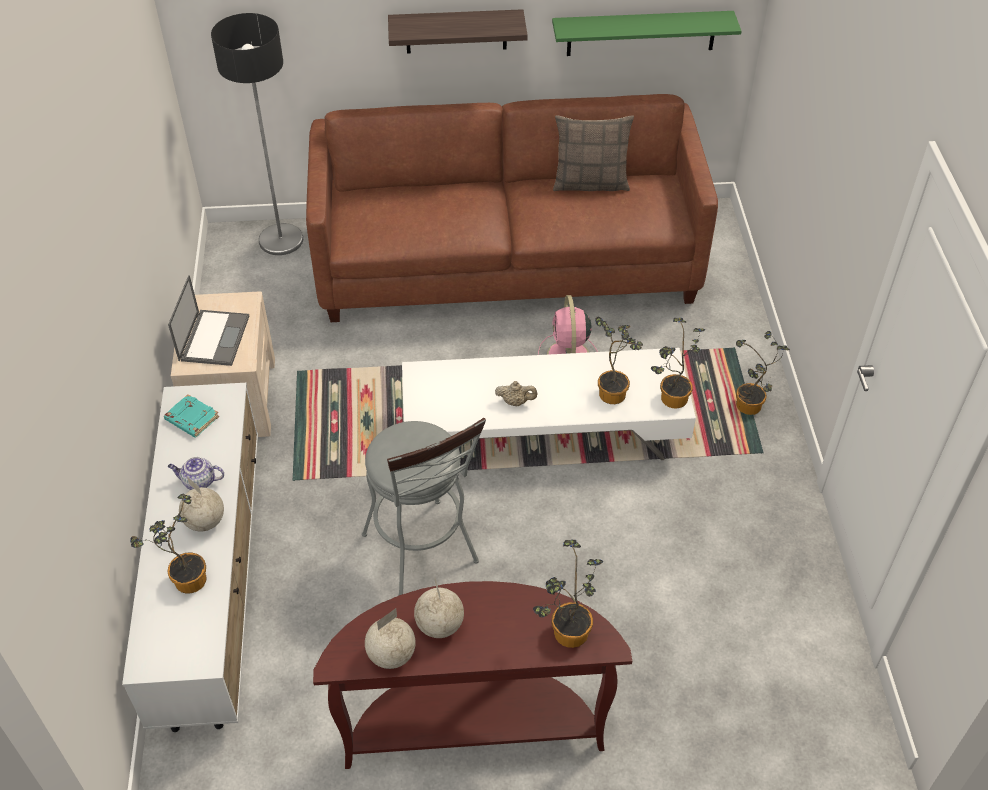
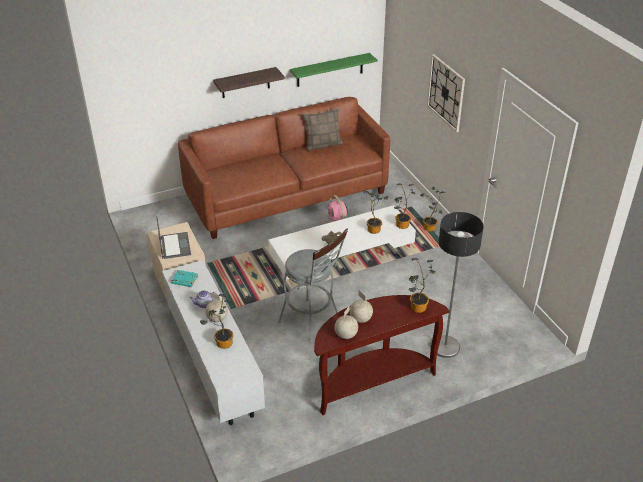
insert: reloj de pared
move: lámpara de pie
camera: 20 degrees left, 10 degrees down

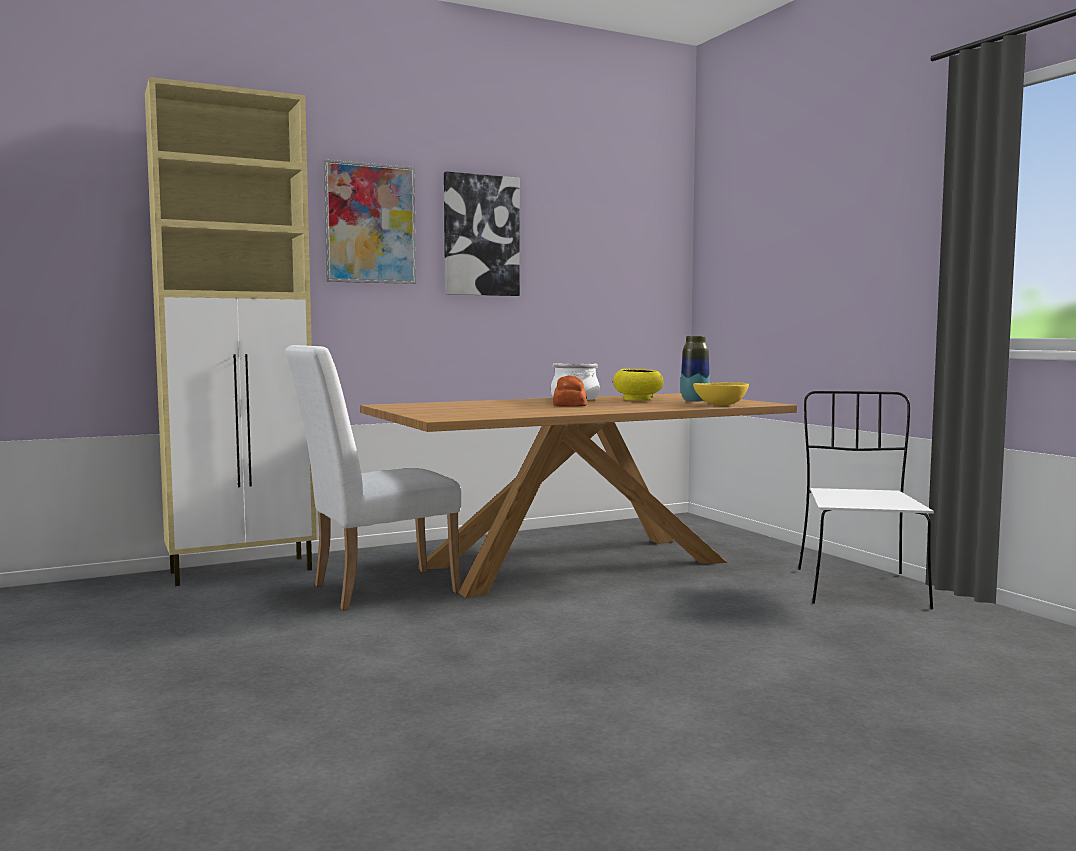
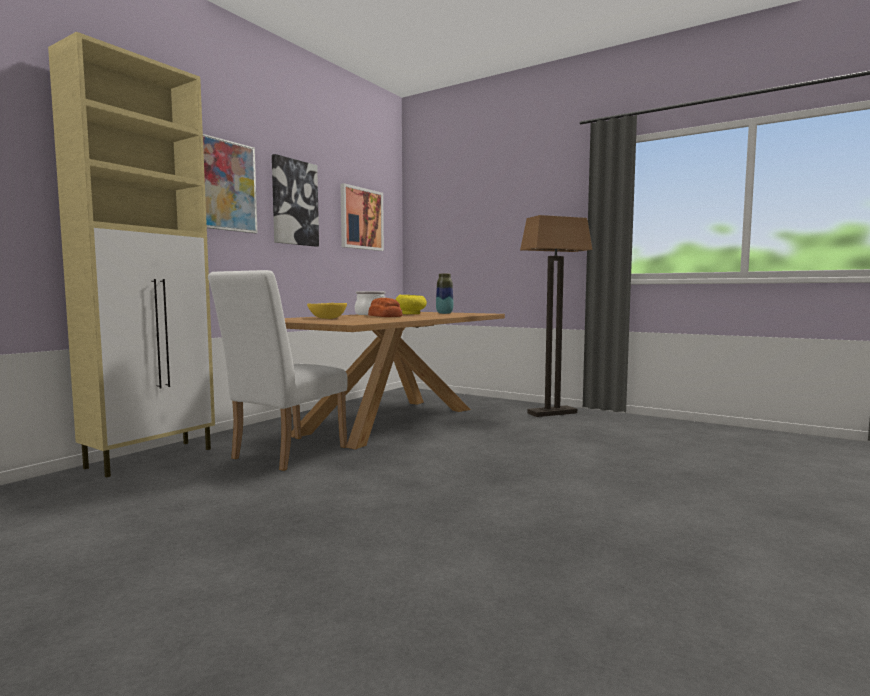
insert: cuadro (3rd from left)
move: cuenco/amarillo (2nd from left in the first image) to cuenco/amarillo (1st from left)
replace: silla/blanco (2nd from left) to lámpara de pie
camera: 30 degrees left, 0 degrees up

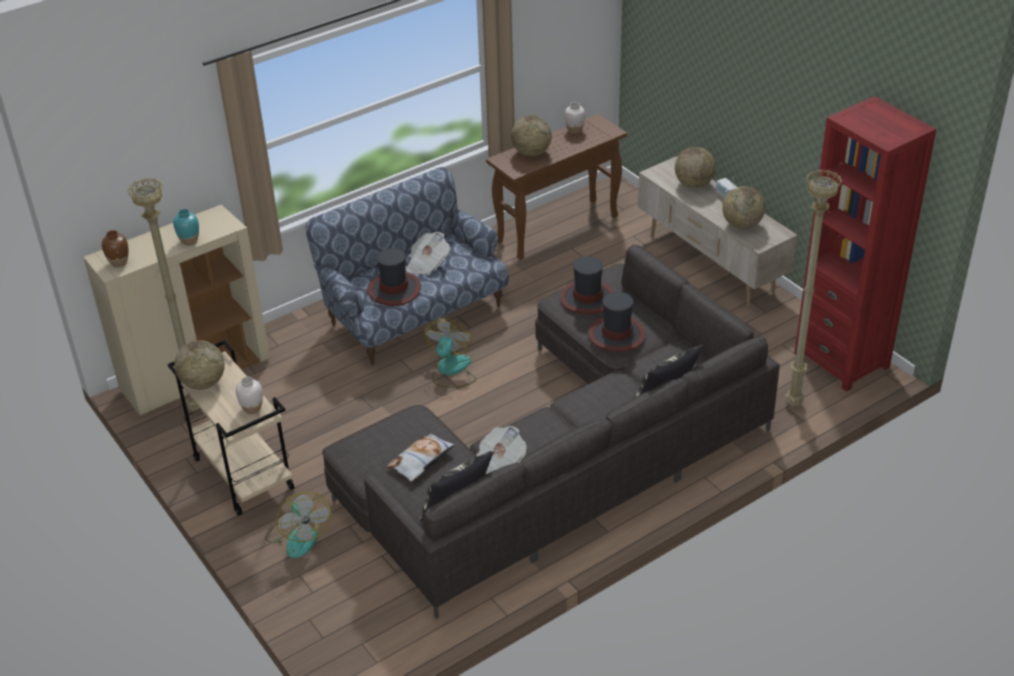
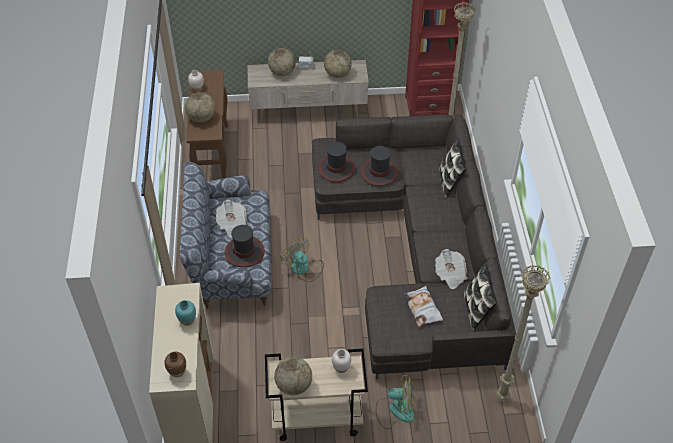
move: lámpara de pie/beis (1st from left in the first image) to lámpara de pie/beis (2nd from left)
camera: 60 degrees left, 10 degrees up

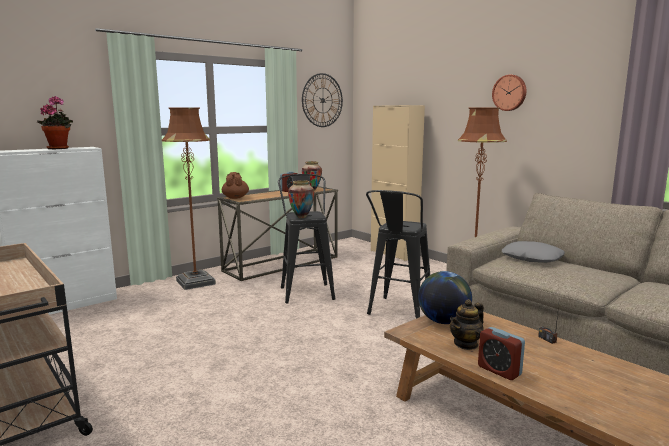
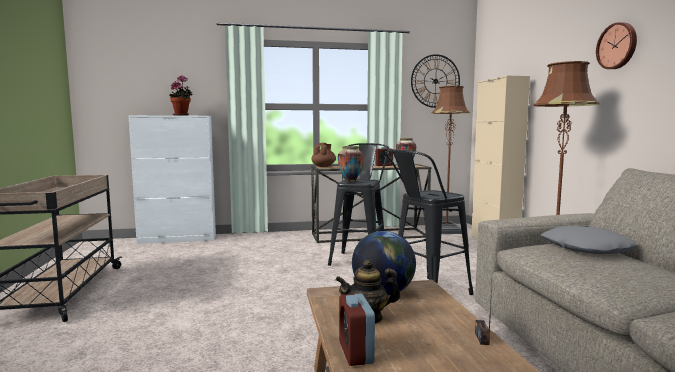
move: lámpara de pie/marrón (1st from left)
camera: 30 degrees right, 5 degrees down

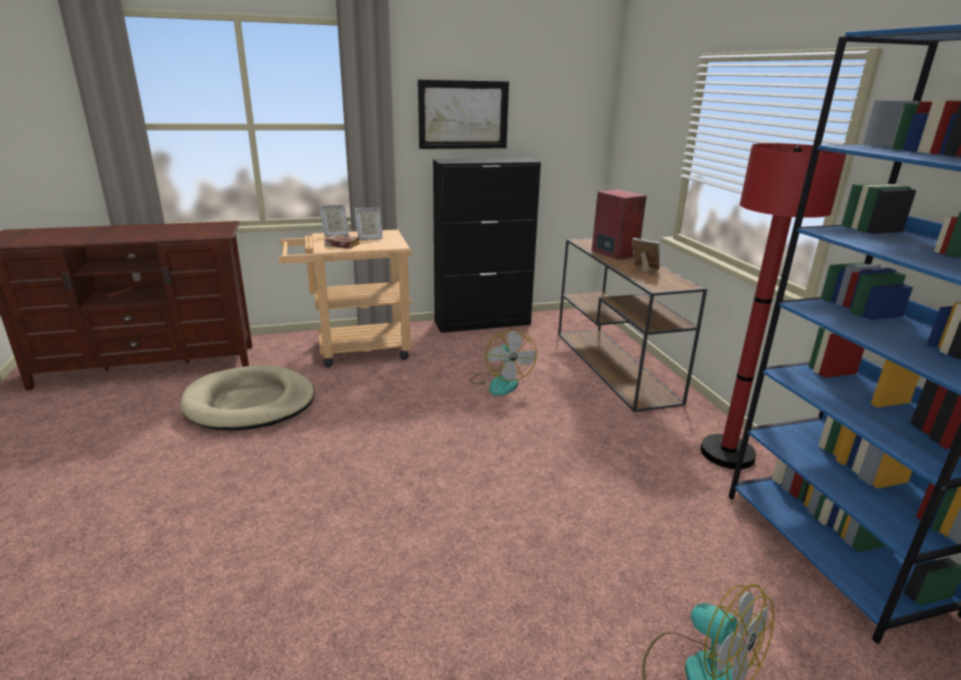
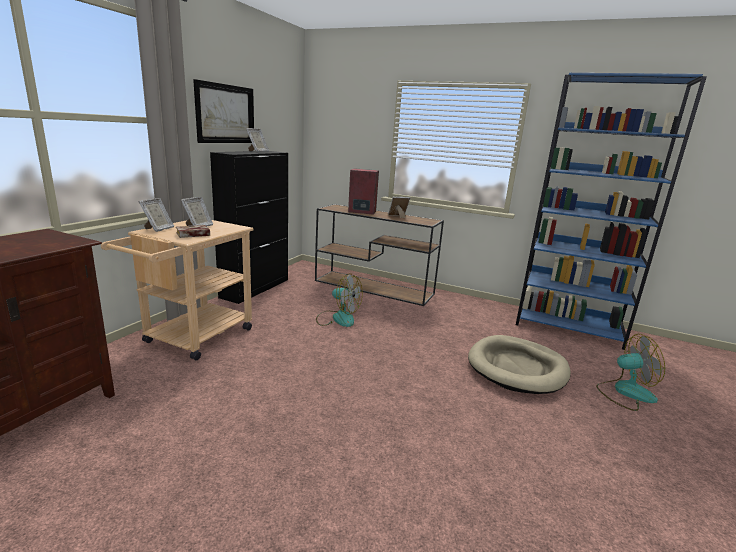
delete: lámpara de pie/rojo
insert: portarretratos (3rd from left)
move: cama para perro/beis
camera: 50 degrees left, 5 degrees down

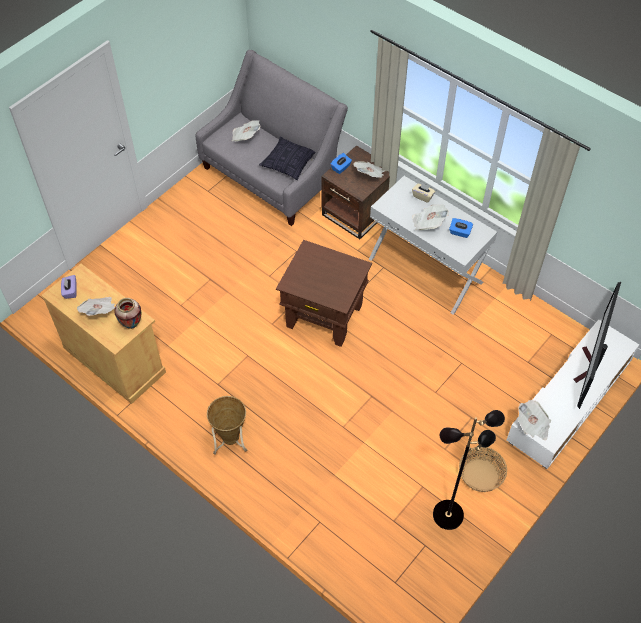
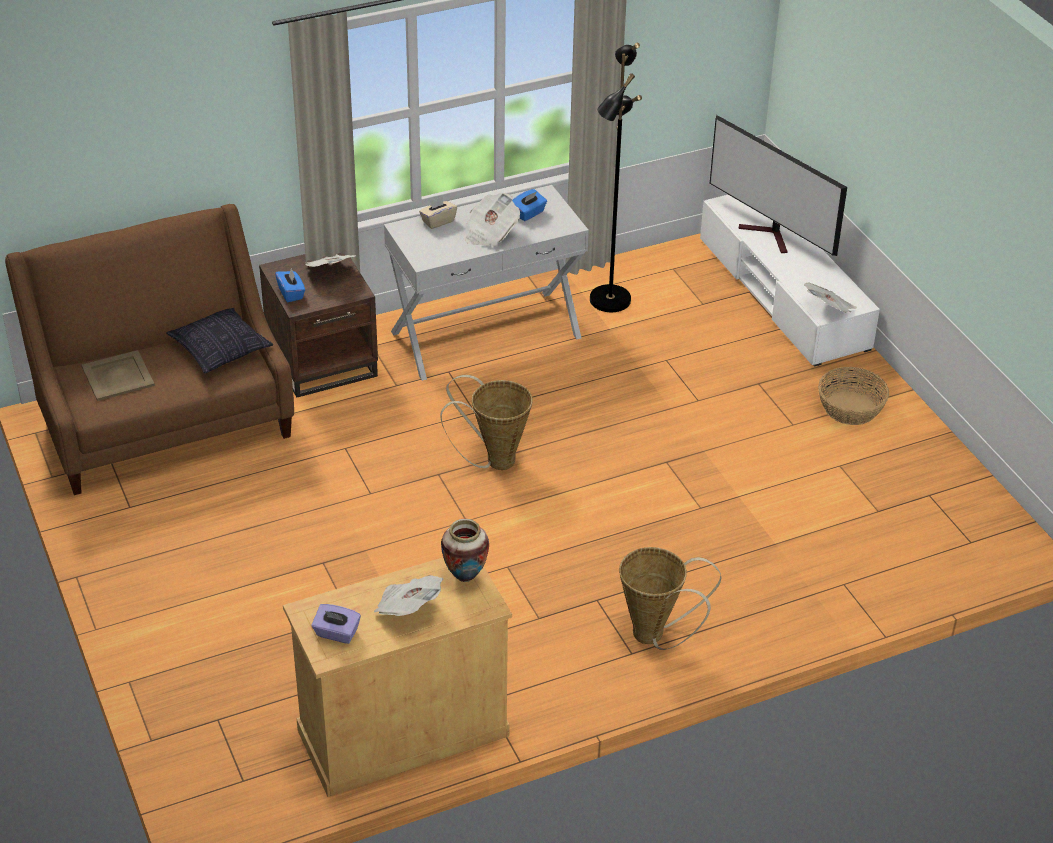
move: lámpara de pie/negro
replace: periódico (2nd from left) to bandeja/beis; mesa auxiliar/marrón (1st from left) to cesta (1st from left)
recolor: sofá/gris to sofá/marrón
camera: 65 degrees left, 15 degrees down

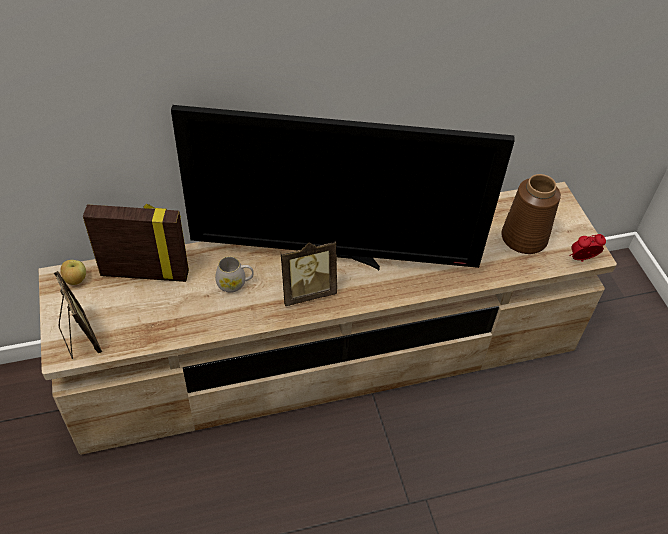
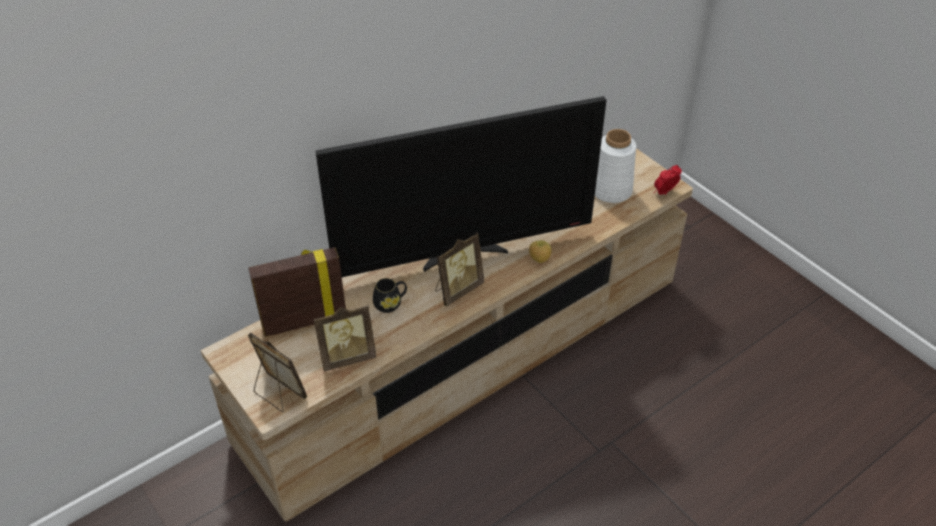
insert: portarretratos (3rd from left)
move: manzana
recolor: taza grande/blanco to taza grande/negro; florero/marrón to florero/blanco
camera: 20 degrees left, 5 degrees down

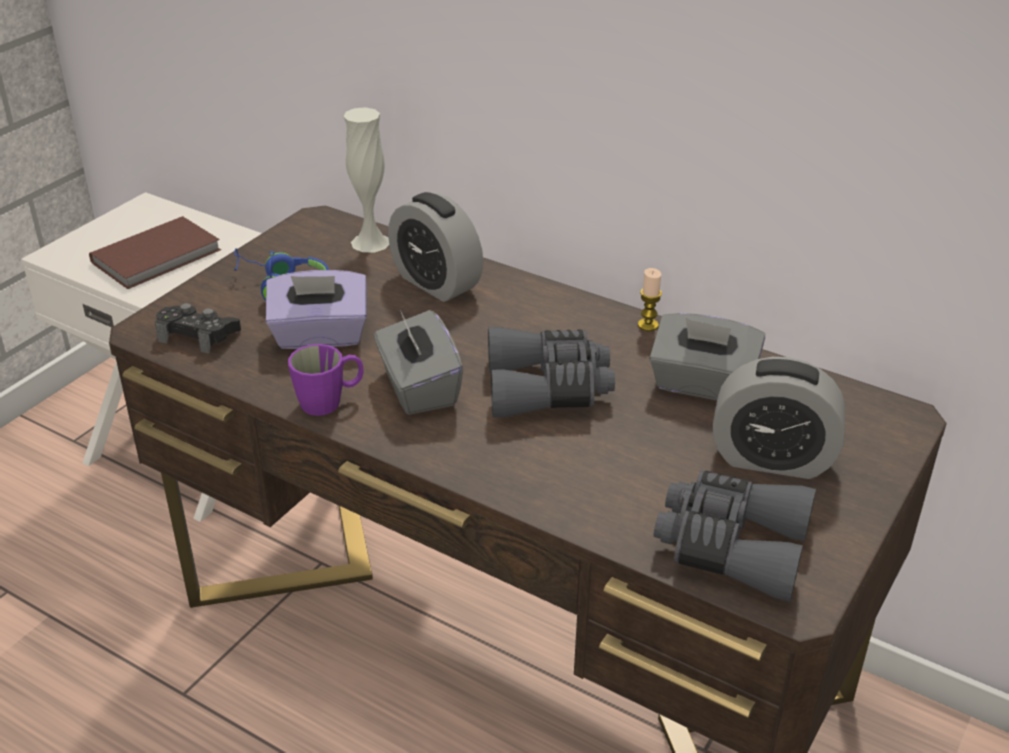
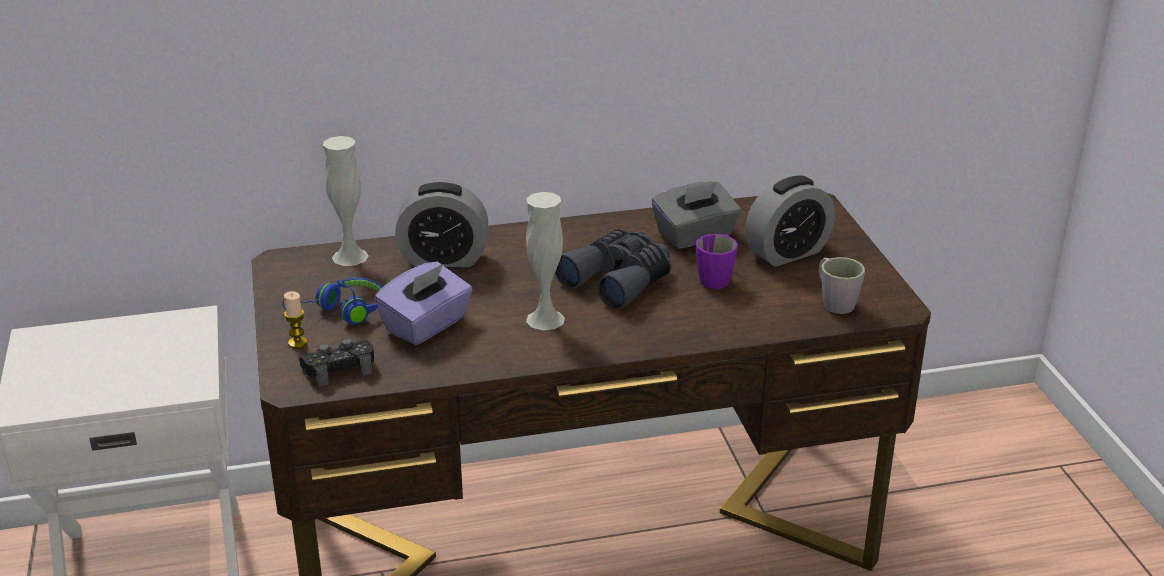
delete: libro/marrón
move: taza grande/morado; vela
replace: caja de pañuelos/gris (1st from left) to florero/blanco (2nd from left); prismáticos/gris (2nd from left) to taza grande/gris
camera: 45 degrees left, 5 degrees down

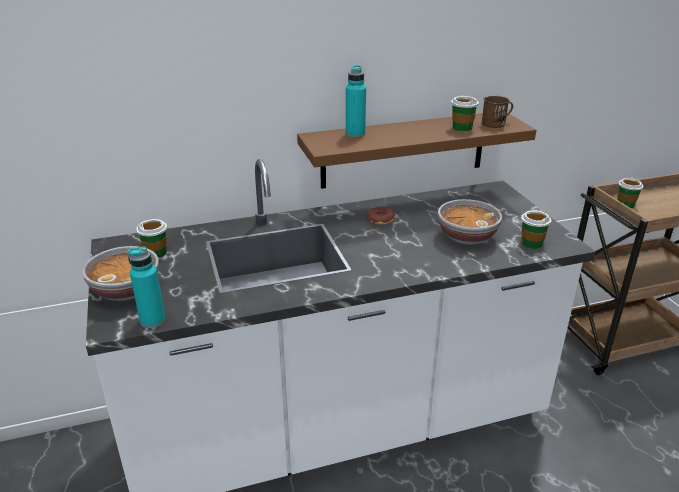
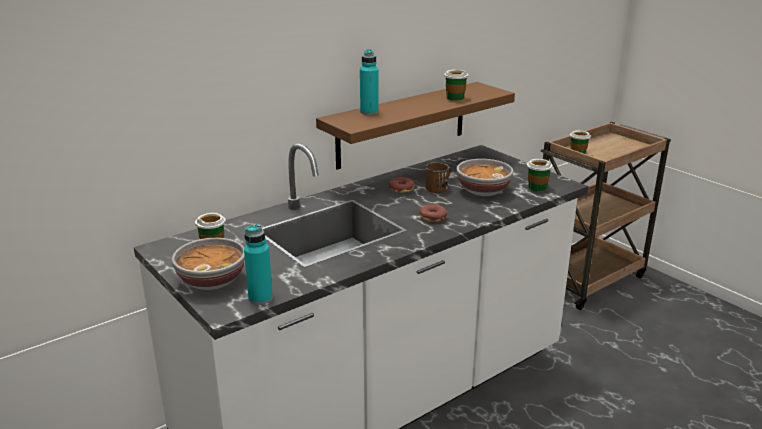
insert: rosquilla (2nd from left)
move: taza grande/marrón
camera: 20 degrees left, 5 degrees down

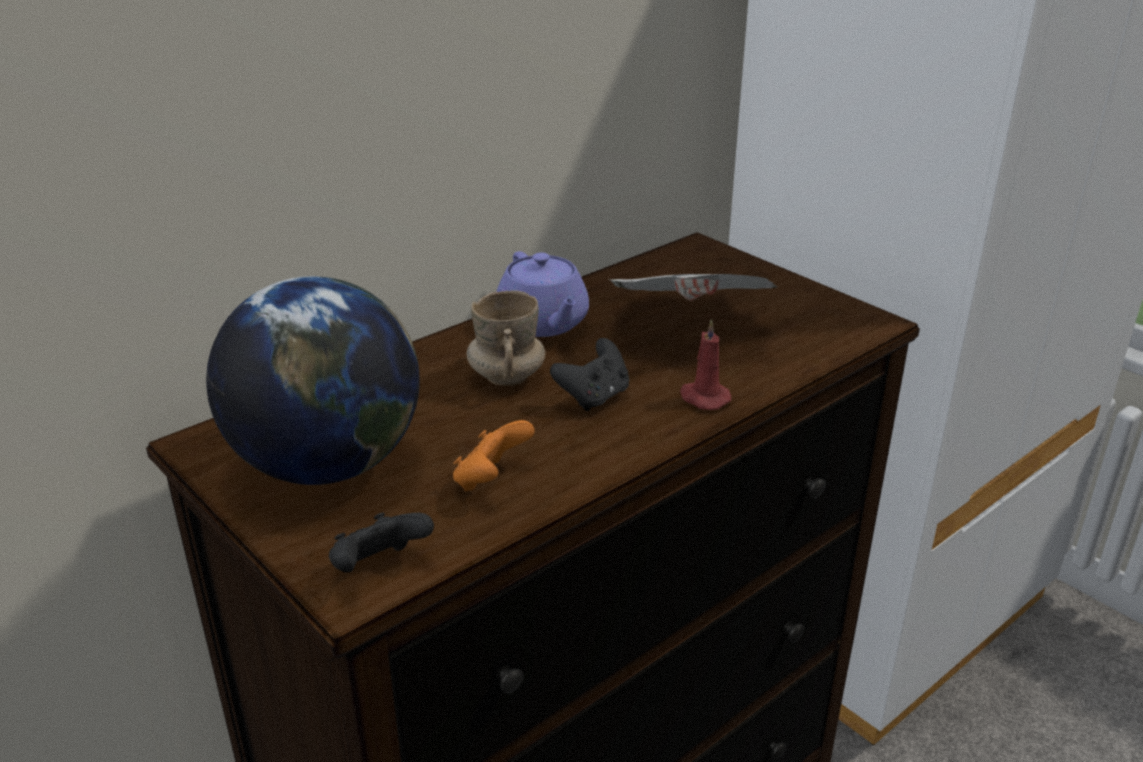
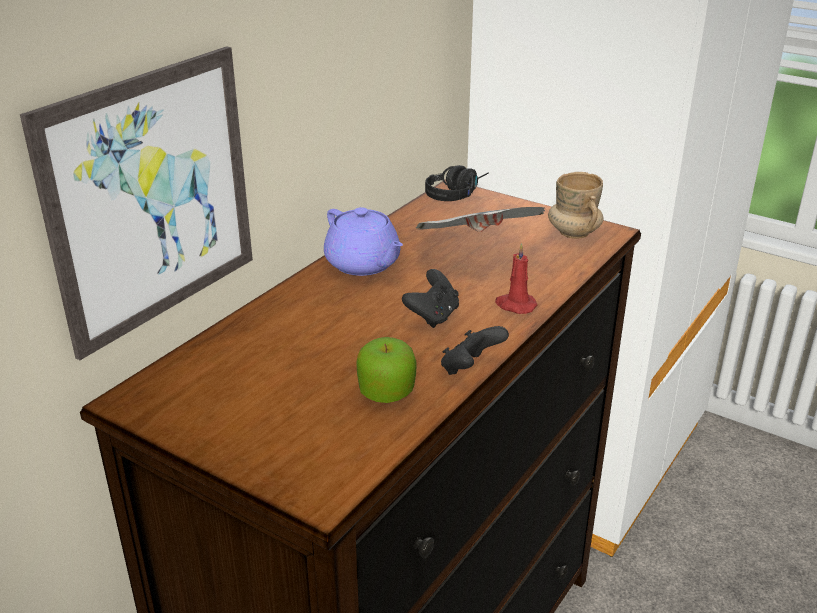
delete: globo terráqueo
insert: cuadro; auriculares/negro
move: mando de consola/negro (1st from left in the first image) to mando de consola/negro (2nd from left); taza grande/beis
replace: mando de consola/naranja to manzana
camera: 15 degrees left, 0 degrees up

